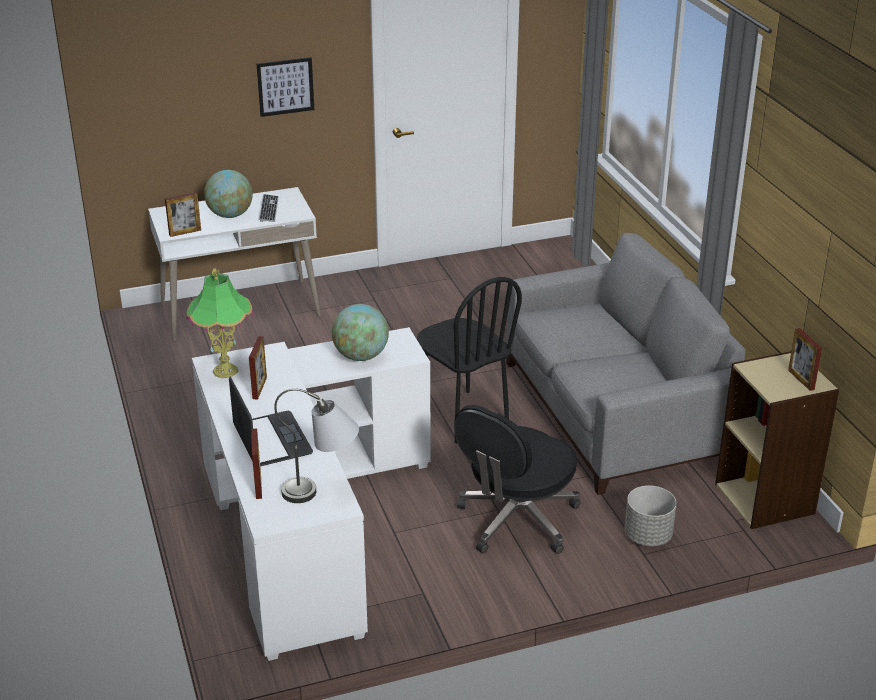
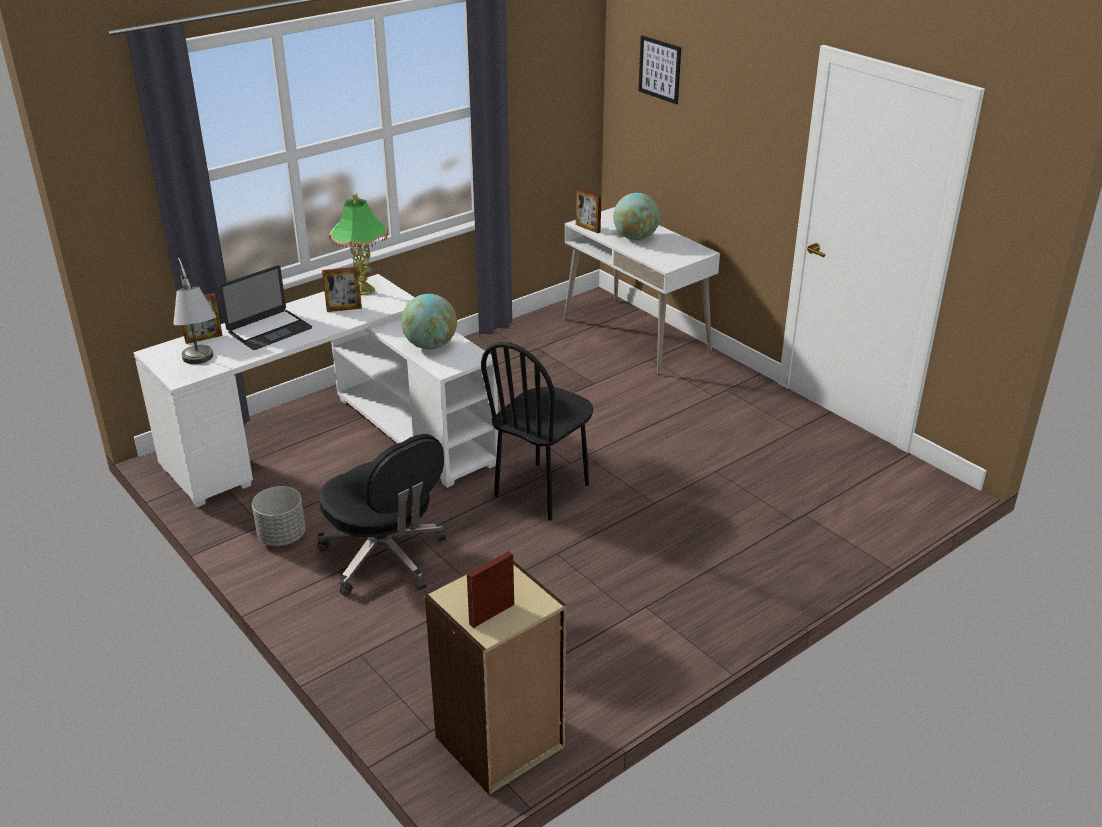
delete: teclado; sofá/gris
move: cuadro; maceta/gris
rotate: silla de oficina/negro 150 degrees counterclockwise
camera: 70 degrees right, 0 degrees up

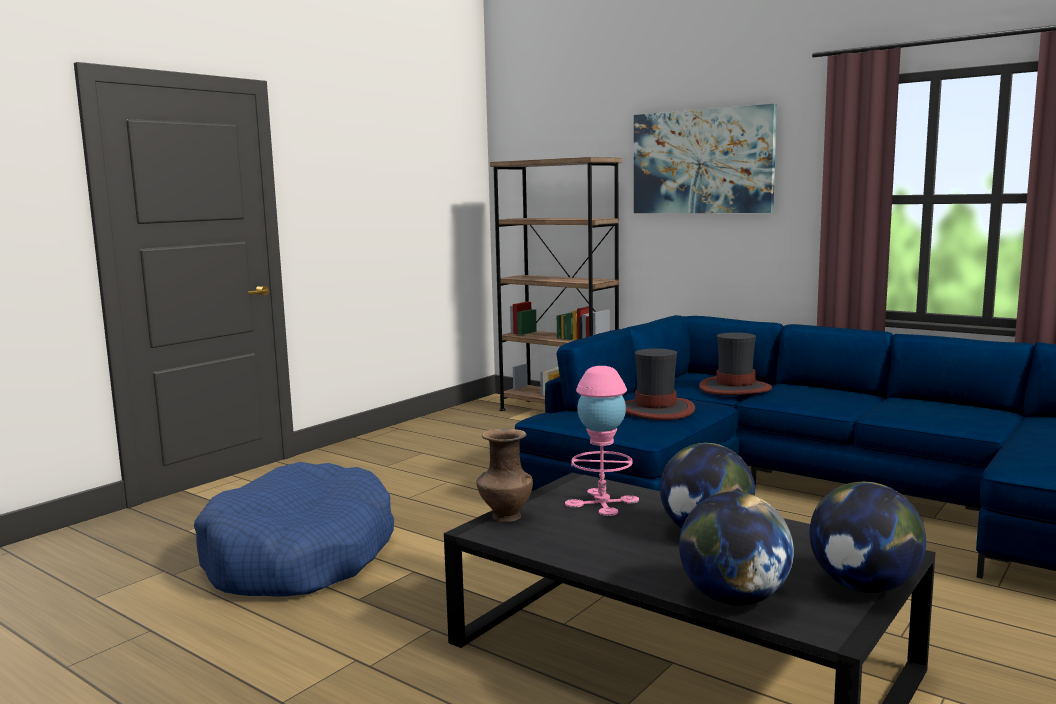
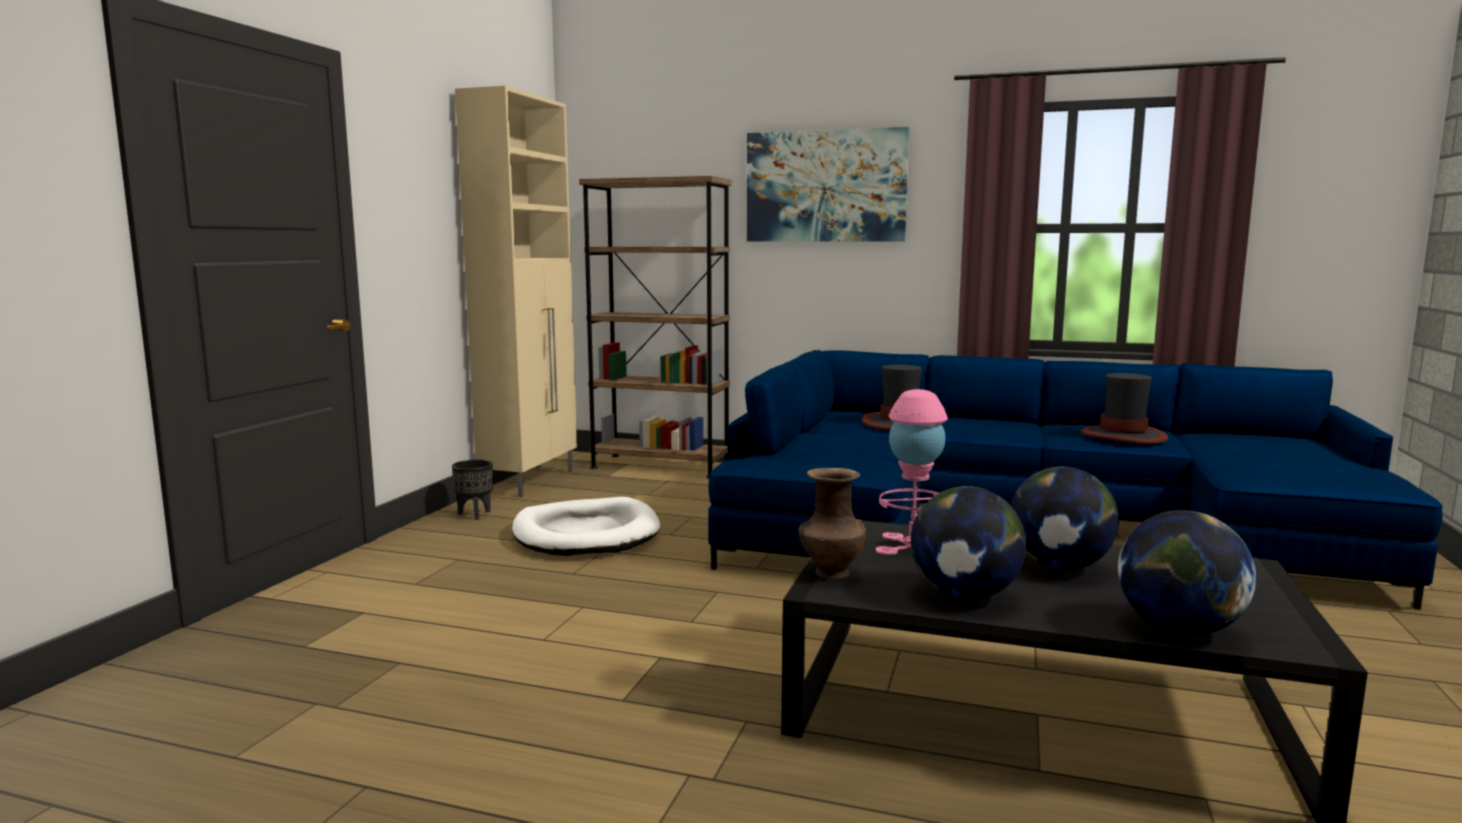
delete: cama para perro/azul
insert: maceta/negro; armario/beis; cama para perro/blanco
move: sombrero (1st from left in the first image) to sombrero (2nd from left); globo terráqueo (3rd from left in the first image) to globo terráqueo (1st from left)
camera: 20 degrees left, 0 degrees up

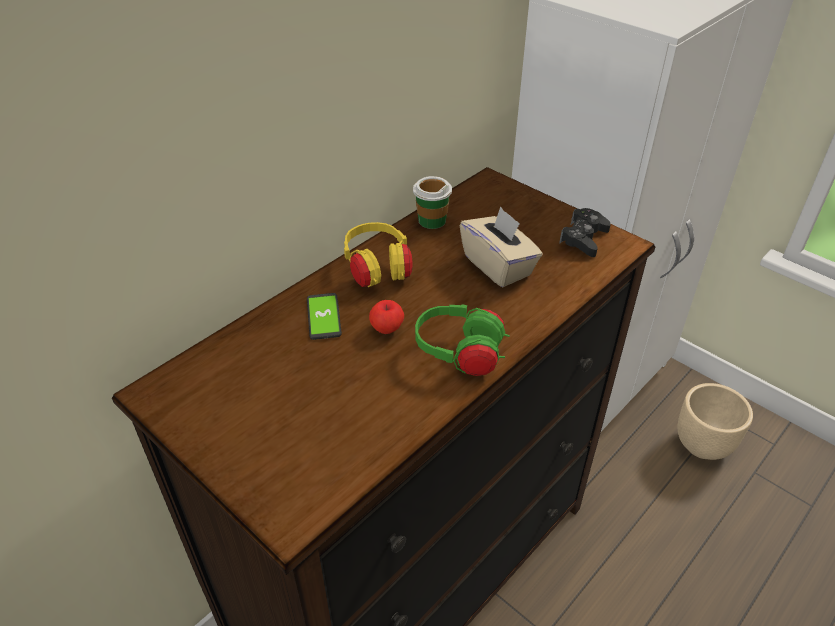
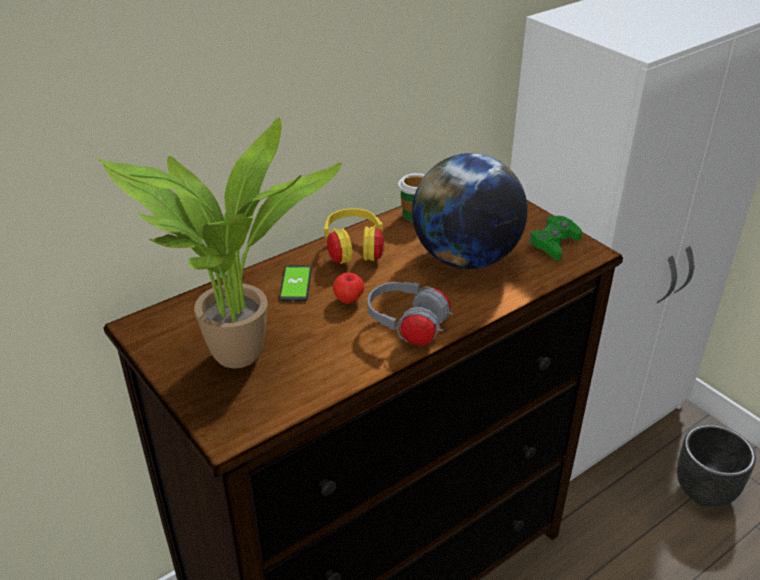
insert: planta en maceta
replace: caja de pañuelos/beis to globo terráqueo
recolor: auriculares/verde to auriculares/gris; mando de consola/negro to mando de consola/verde; maceta/beis to maceta/negro
camera: 10 degrees right, 5 degrees down

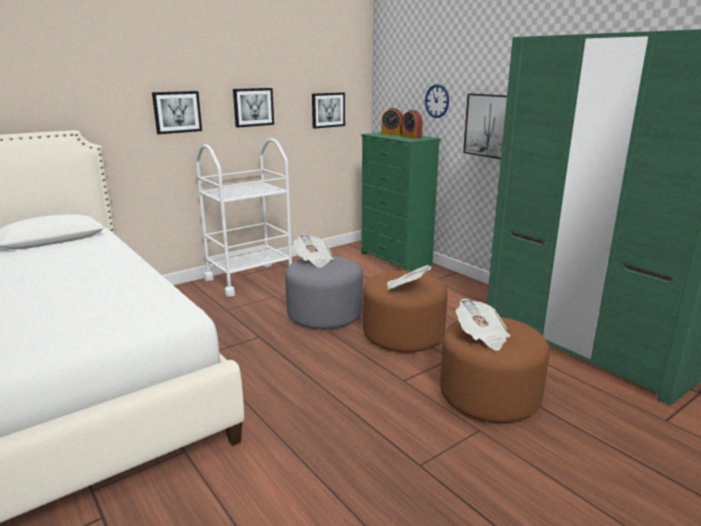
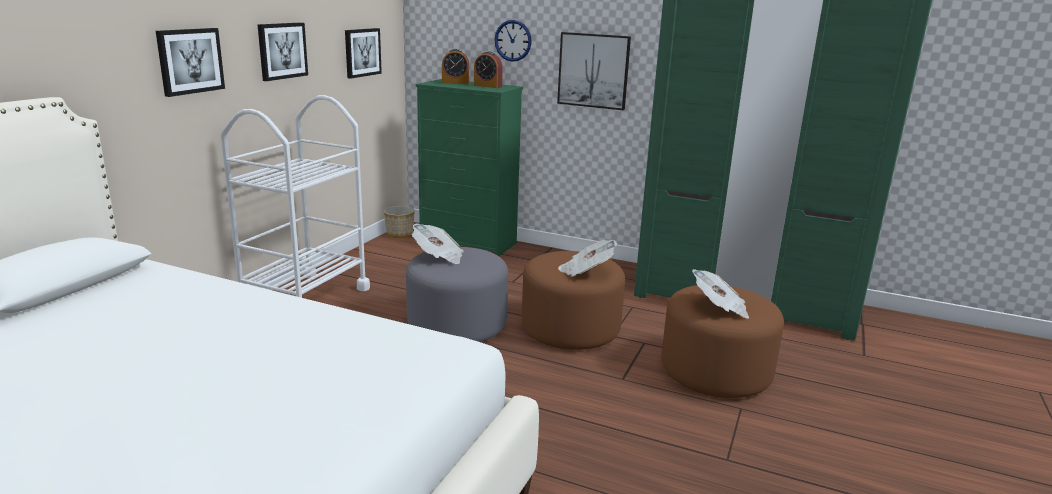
insert: maceta
camera: 30 degrees left, 0 degrees up

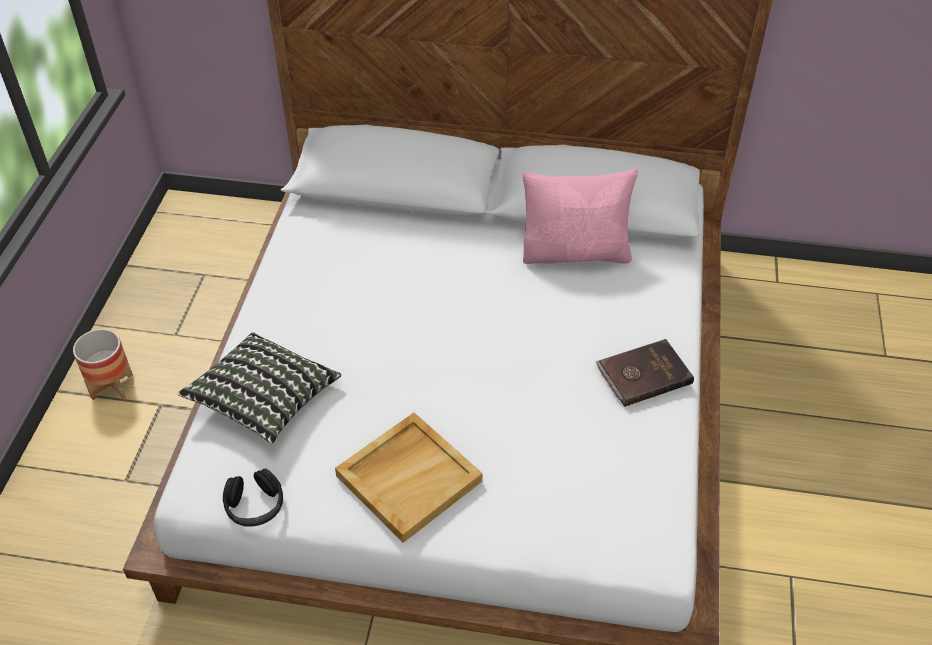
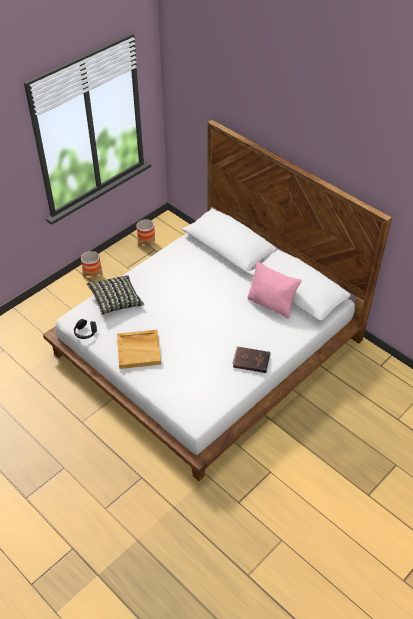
insert: maceta (2nd from left)
camera: 35 degrees right, 0 degrees up

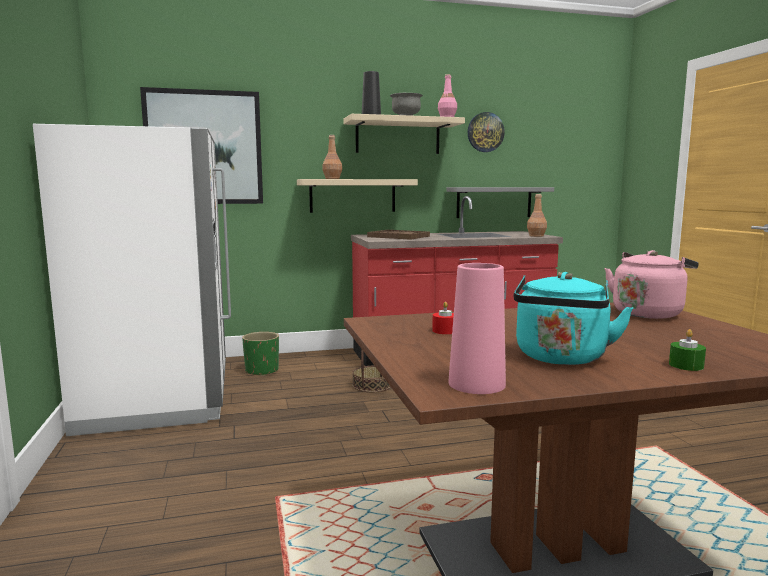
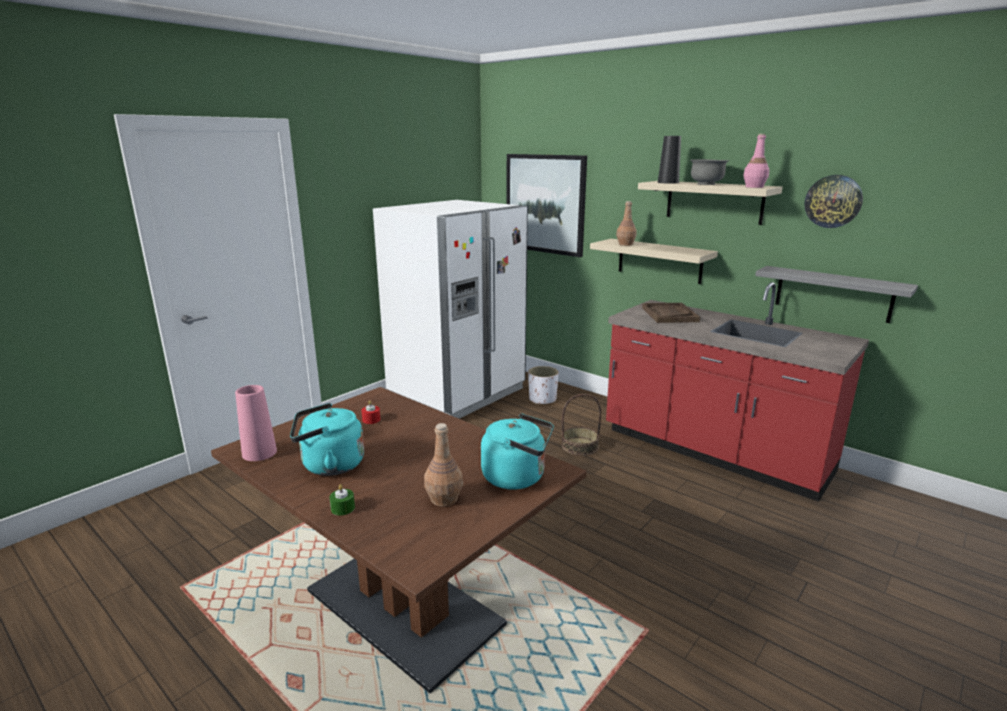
move: botella/marrón (2nd from left in the first image) to botella/marrón (1st from left)
recolor: maceta/verde to maceta/blanco; hervidor/rosa to hervidor/turquesa (2nd from left)
camera: 55 degrees right, 10 degrees up

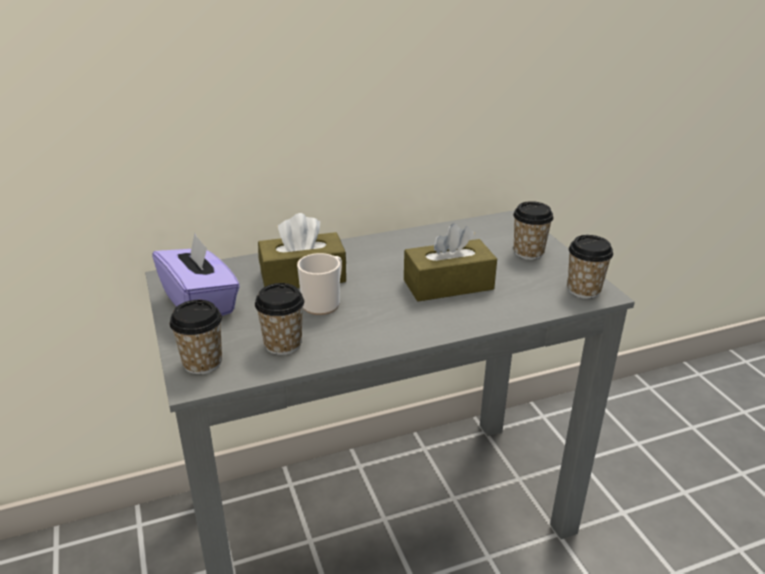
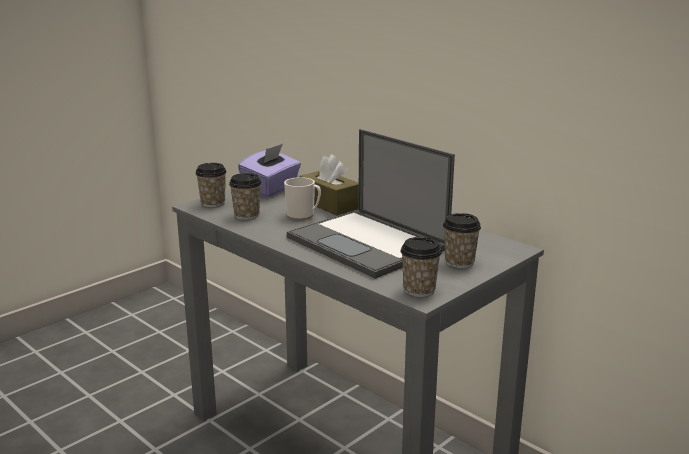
replace: caja de pañuelos/marrón (2nd from left) to portátil
camera: 65 degrees right, 10 degrees down

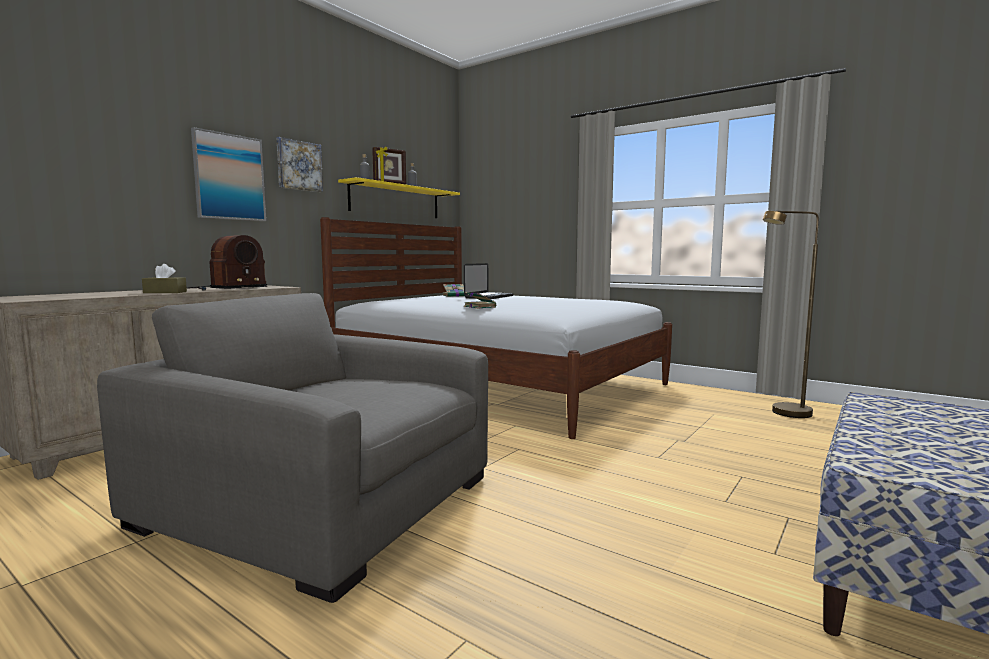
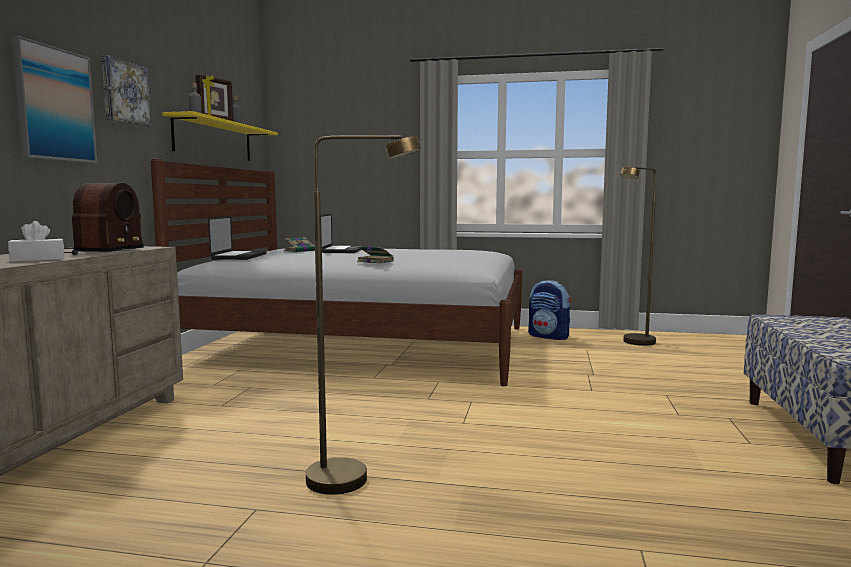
insert: portátil (1st from left); mochila
replace: sillón/gris to lámpara de pie/marrón (1st from left)
recolor: caja de pañuelos/marrón to caja de pañuelos/blanco
camera: 25 degrees left, 0 degrees up

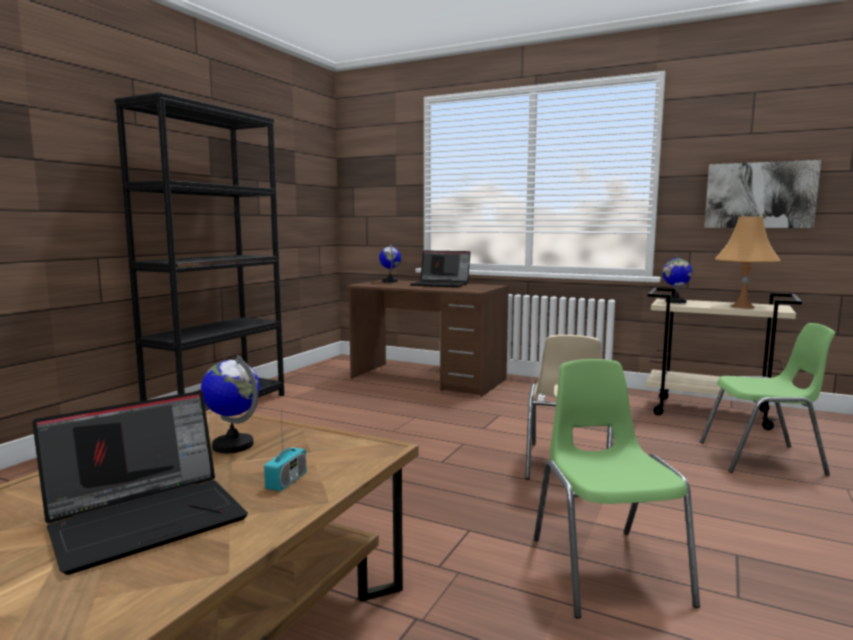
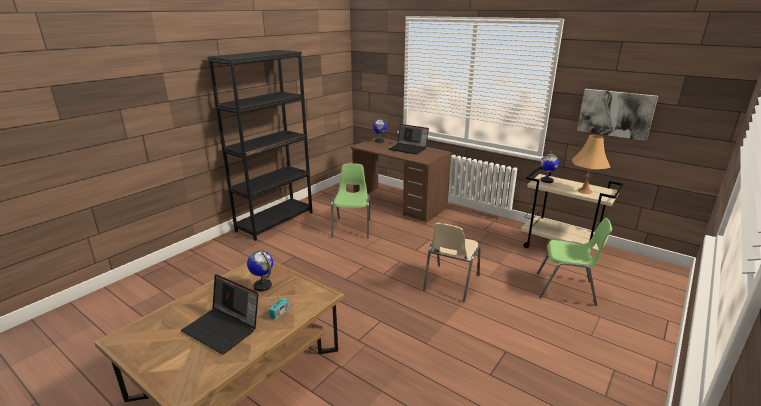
move: silla/verde (1st from left)
rotate: portátil (1st from left) 60 degrees clockwise
camera: 10 degrees right, 15 degrees up

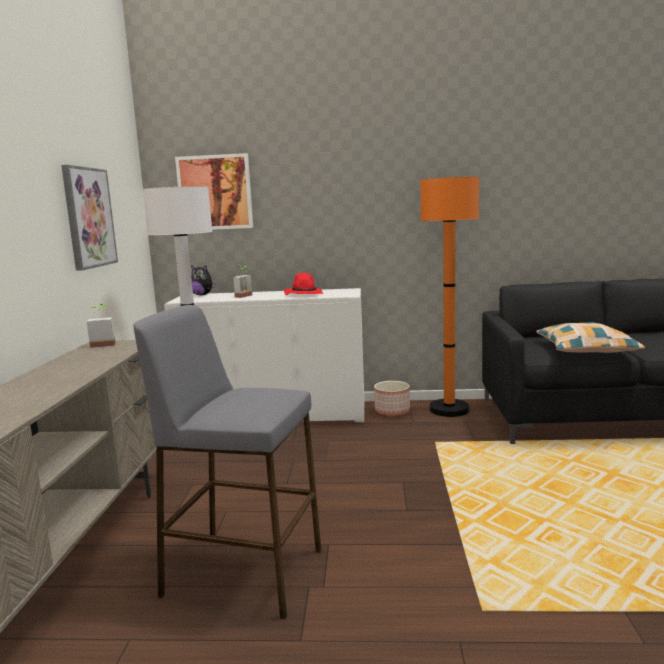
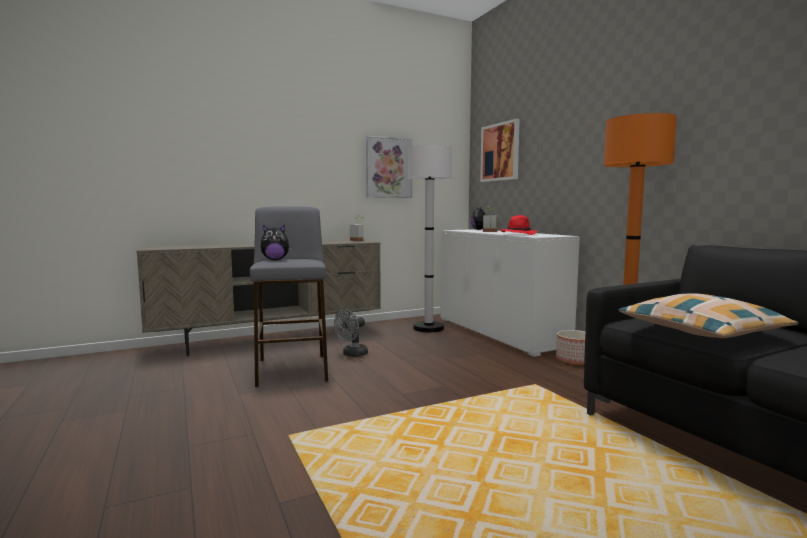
insert: peluche (1st from left); ventilador/gris
camera: 60 degrees right, 5 degrees down

